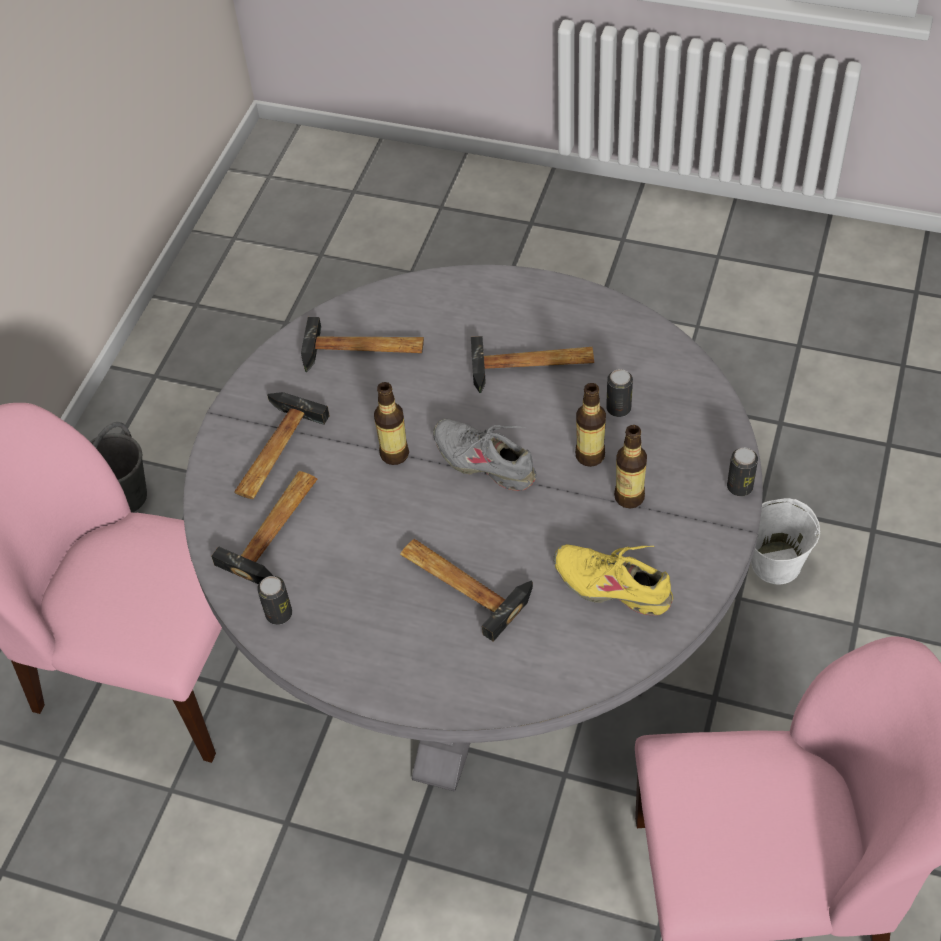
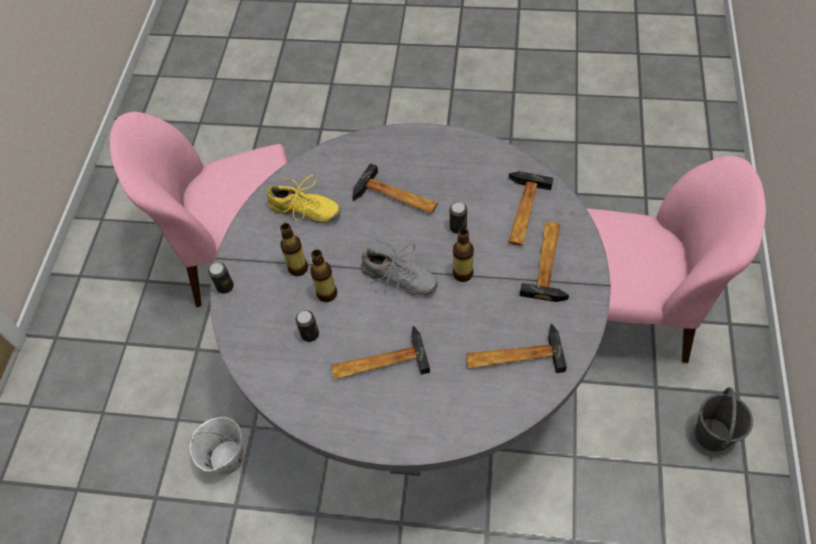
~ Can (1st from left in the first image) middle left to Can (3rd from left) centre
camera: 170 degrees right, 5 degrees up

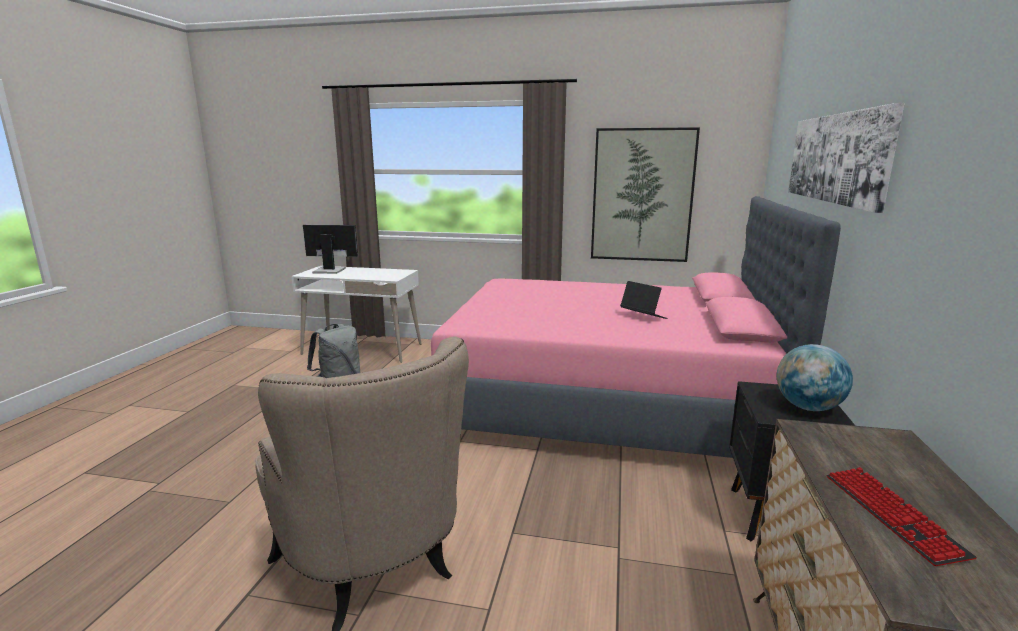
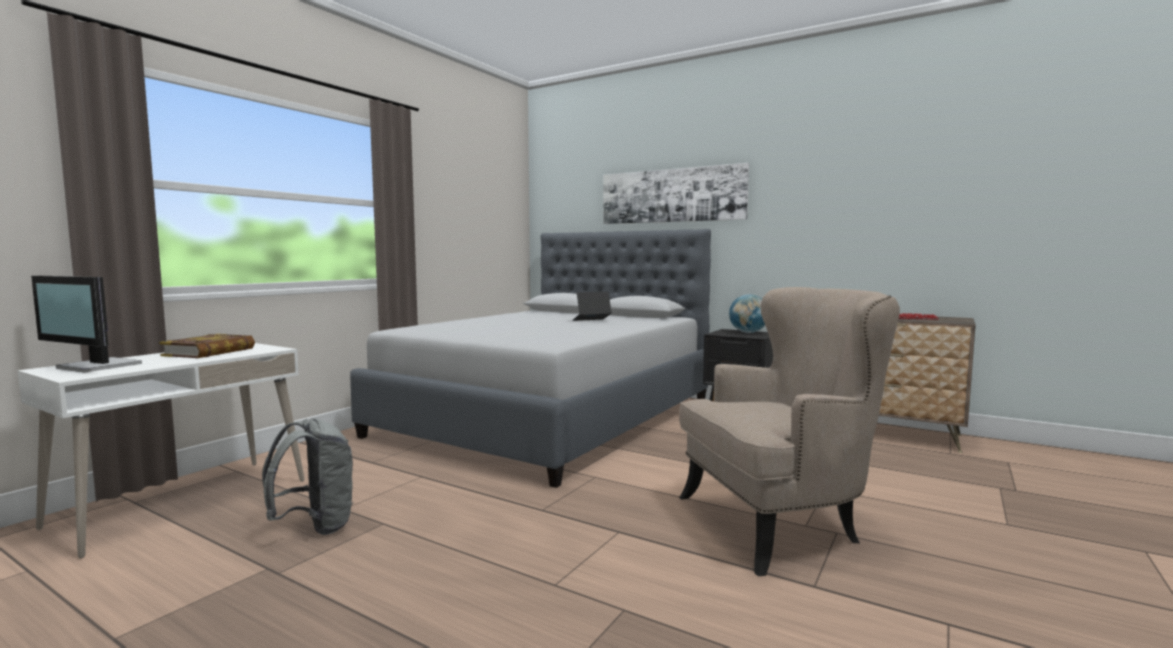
~ Monitor middle left = middle left 90 degrees counterclockwise
~ PinkBed centre to GreyBed centre
- Picture (1st from left) top centre
+ Book middle left
camera: 70 degrees left, 10 degrees down

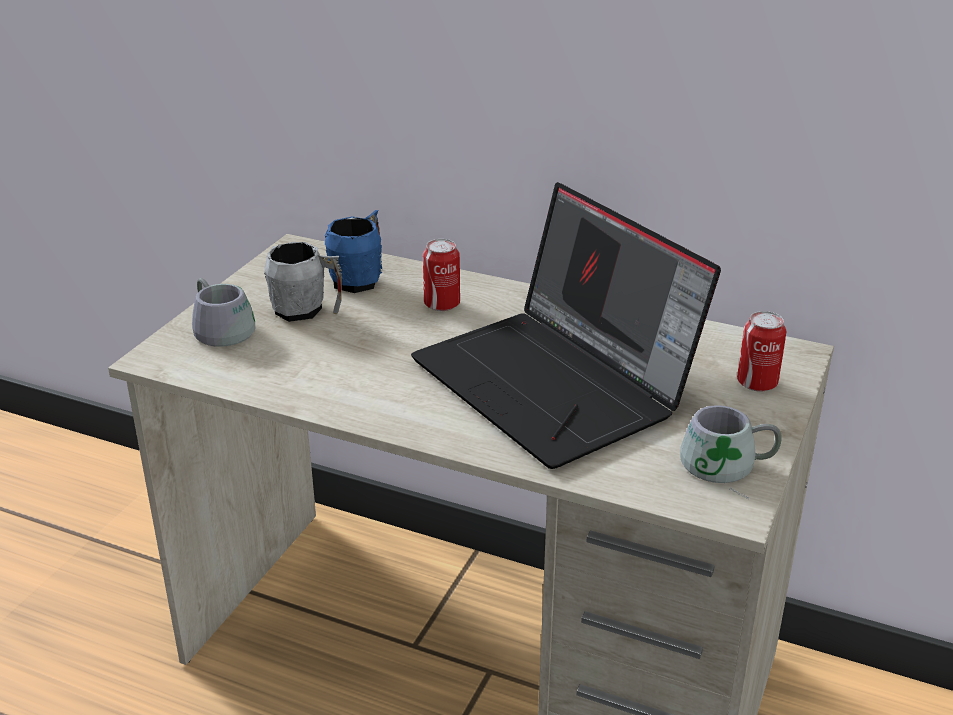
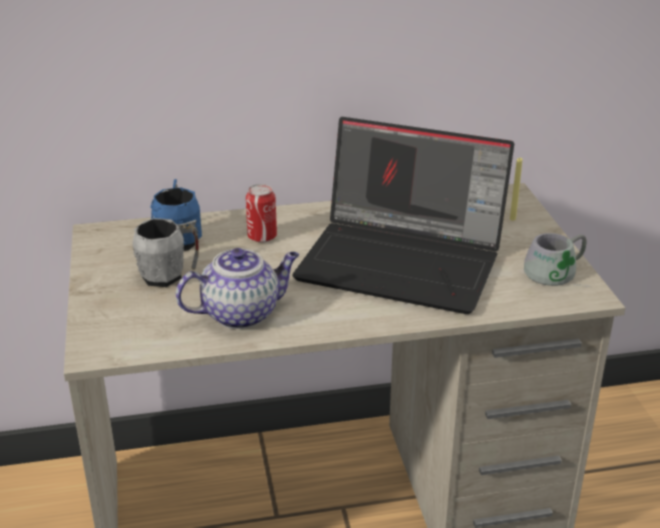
- GreyMug (1st from left) middle left
~ Can (2nd from left) middle right to YellowCandle middle right
+ Teapot centre
camera: 35 degrees left, 0 degrees up

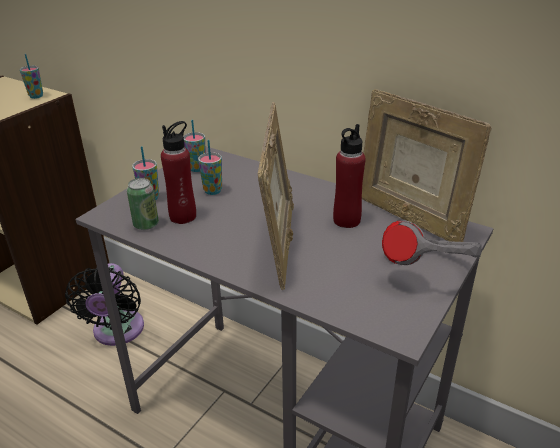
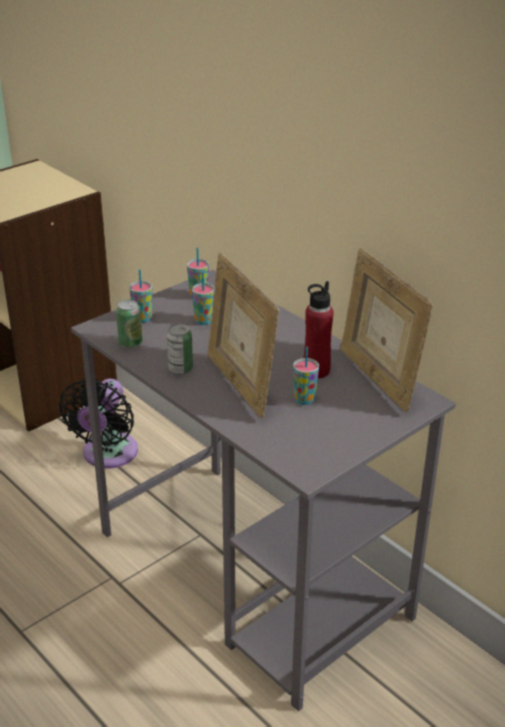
~ Cup (1st from left in the first image) top left to Cup (4th from left) centre
- RedBottle (1st from left) middle left
~ PictureFrame (1st from left) centre = centre 135 degrees clockwise
- GreyHeadphones middle right
+ Can (2nd from left) centre
camera: 15 degrees right, 0 degrees up

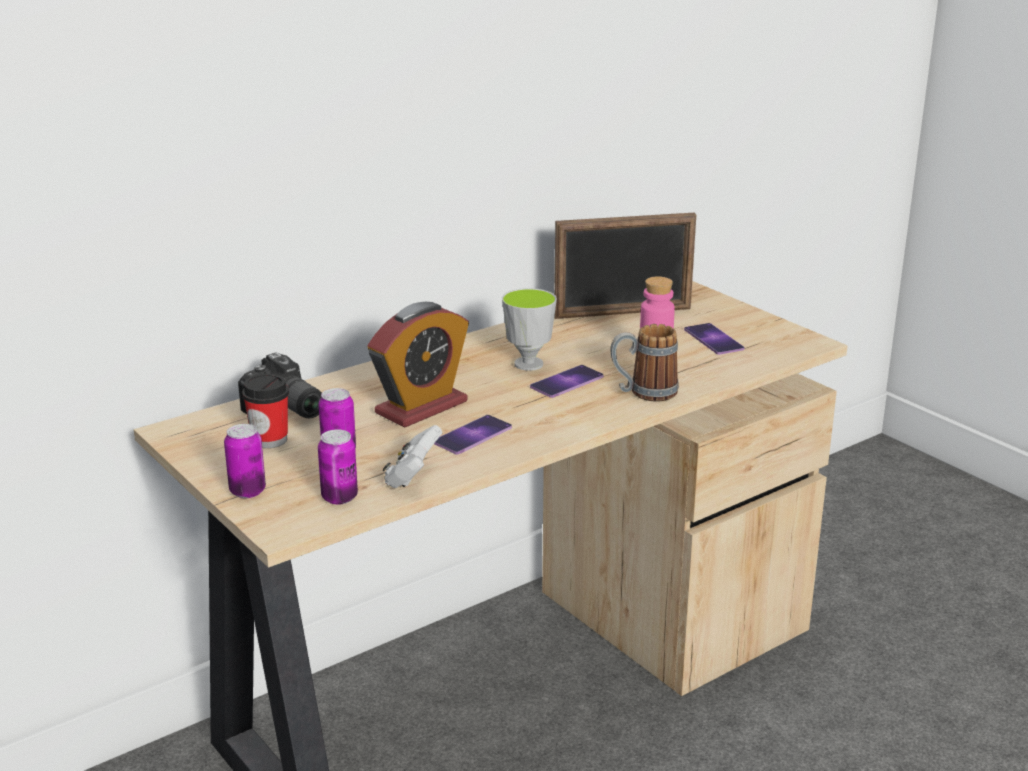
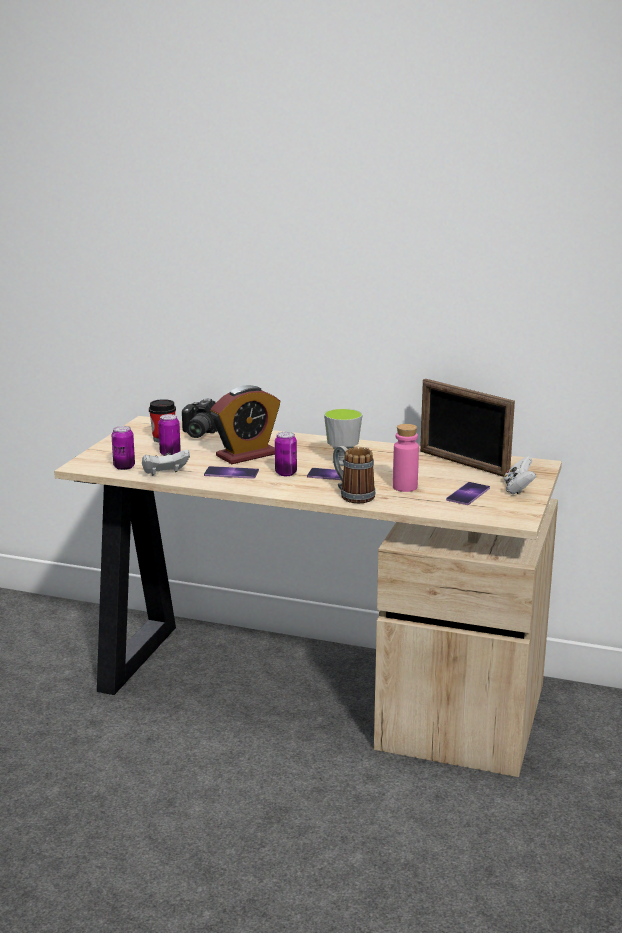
~ Can (1st from left in the first image) middle left to Can (3rd from left) centre
~ AlarmClock centre = centre 45 degrees counterclockwise
+ WhiteGameController (2nd from left) middle right
camera: 55 degrees right, 5 degrees down

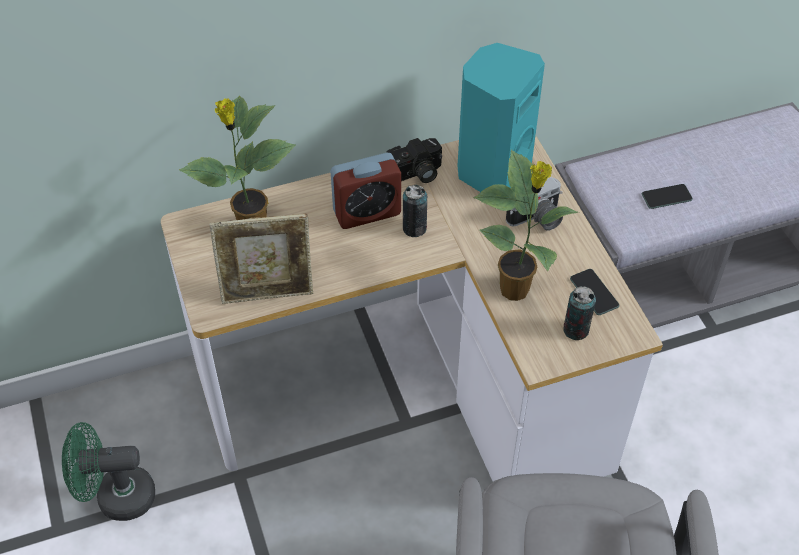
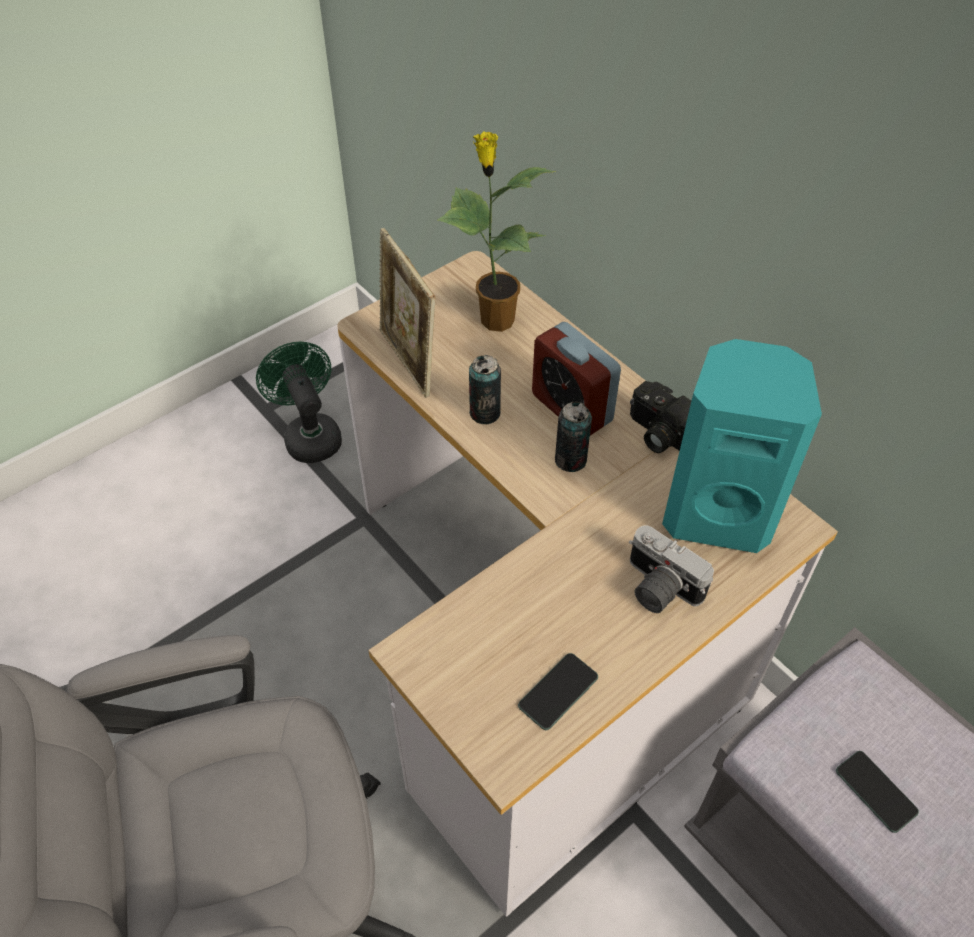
- PottedPlant (2nd from left) centre
~ Can (2nd from left in the first image) middle right to Can (1st from left) centre
camera: 70 degrees right, 0 degrees up

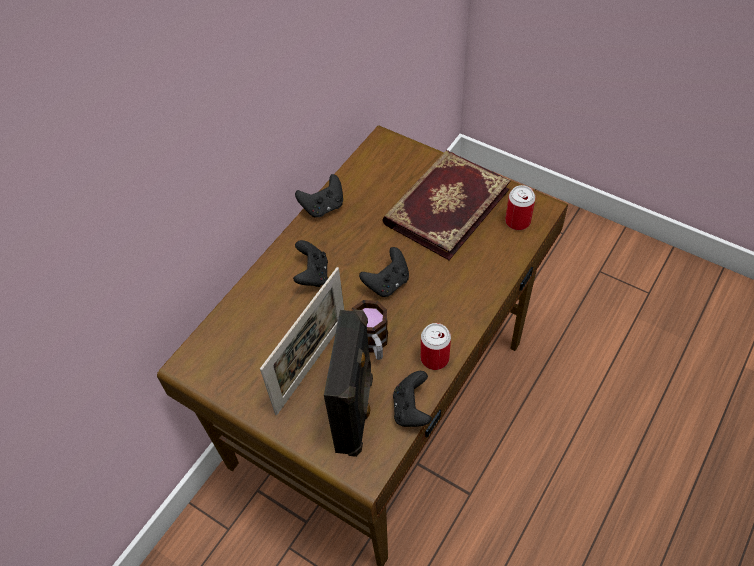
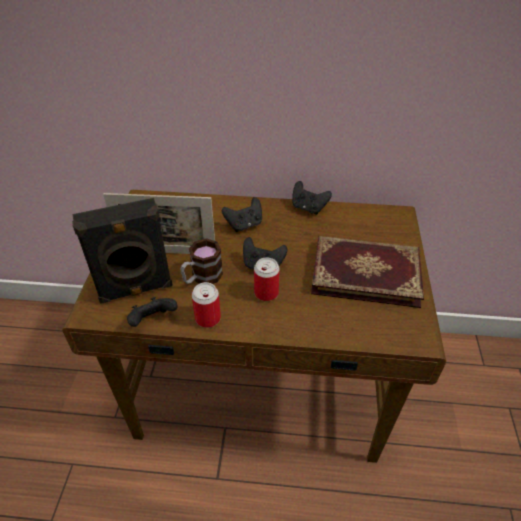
~ Can (2nd from left) middle right to centre
camera: 60 degrees right, 10 degrees down

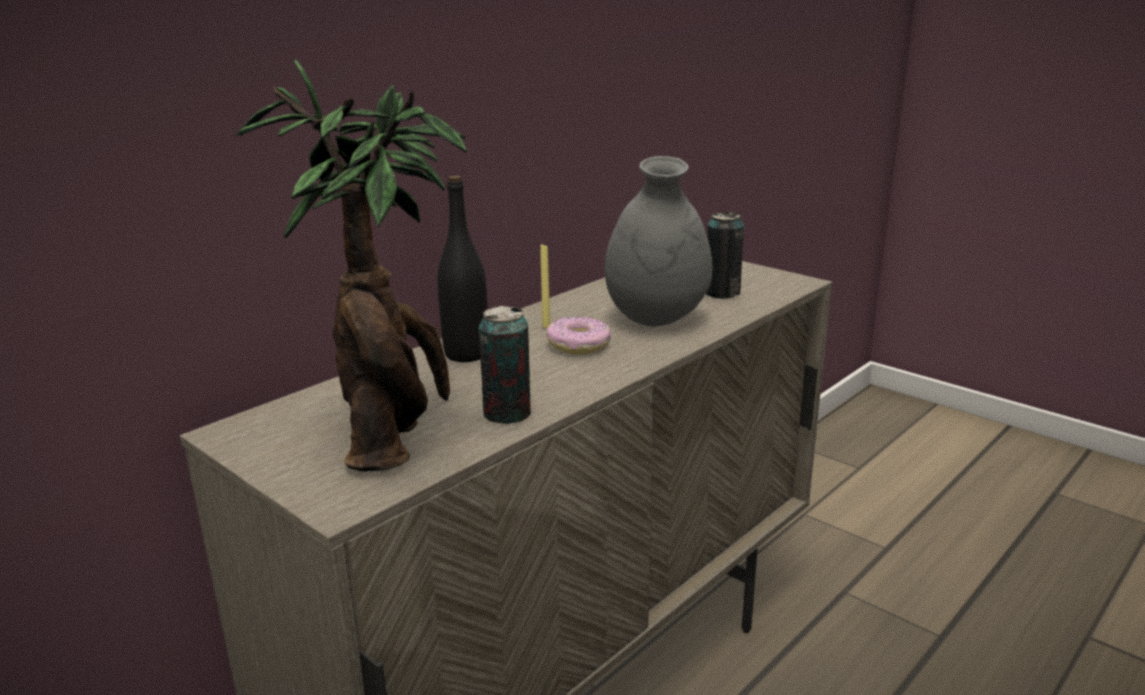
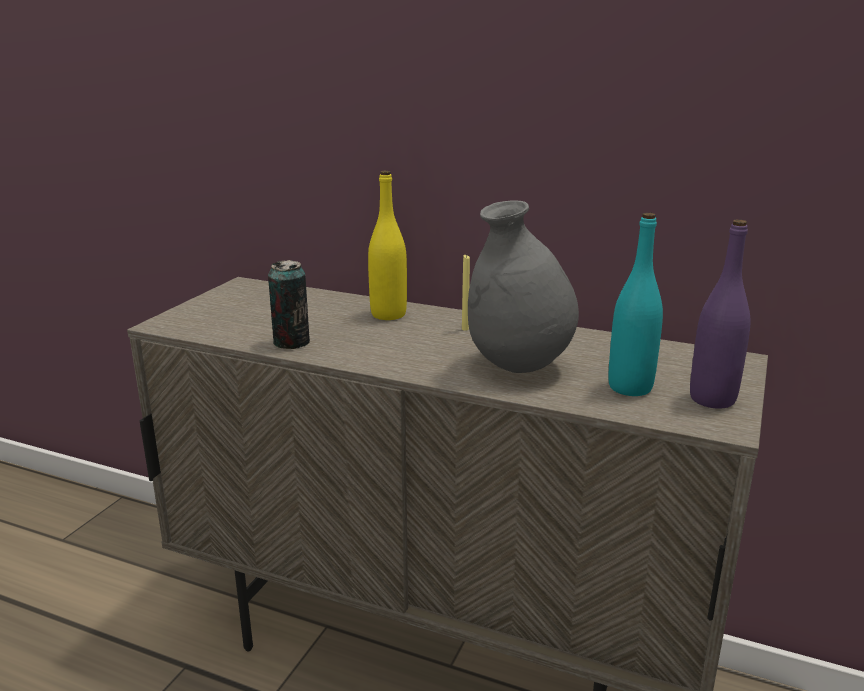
- PottedPlant middle left
~ BlackBottle centre to YellowBottle centre
- Donut centre
~ Can (2nd from left) centre to TurquoiseBottle middle right
+ PurpleBottle middle right
camera: 70 degrees right, 0 degrees up

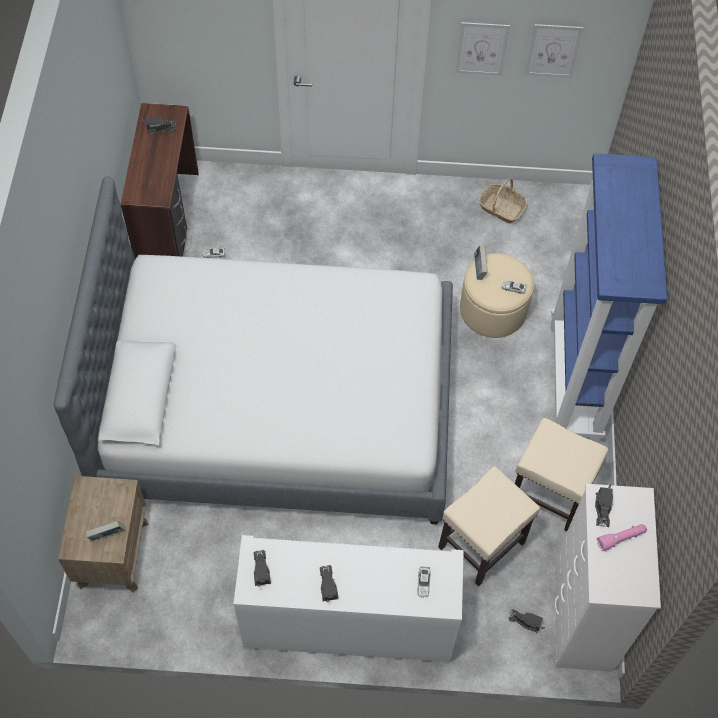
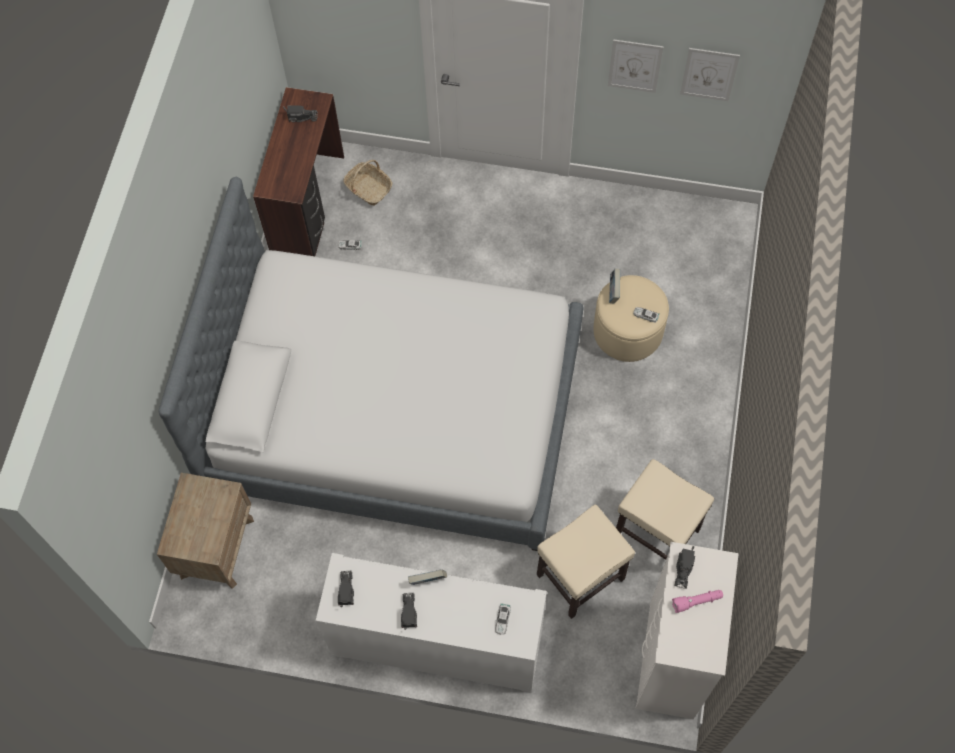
~ Book (1st from left) bottom left to bottom centre
~ Basket top right to top centre
- ToyTruck (4th from left) bottom right
- BlueBookcase middle right
camera: 10 degrees right, 5 degrees up

